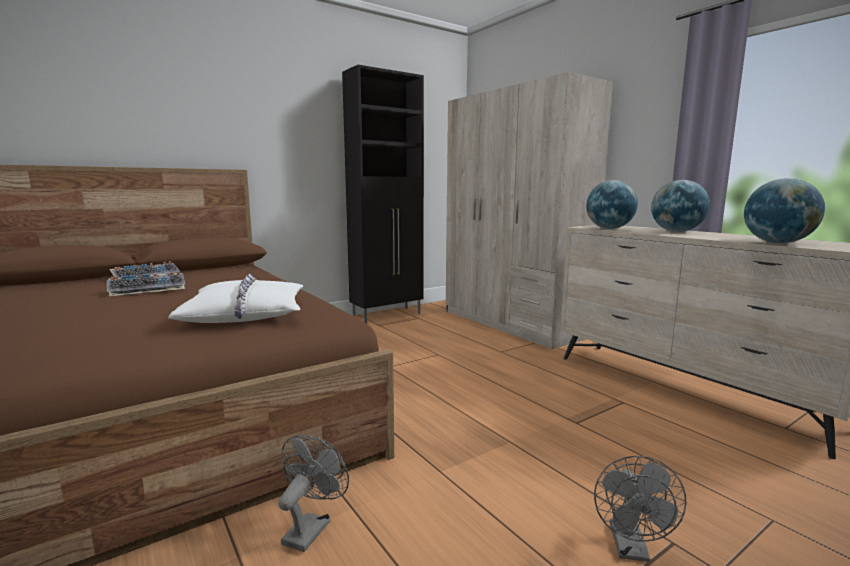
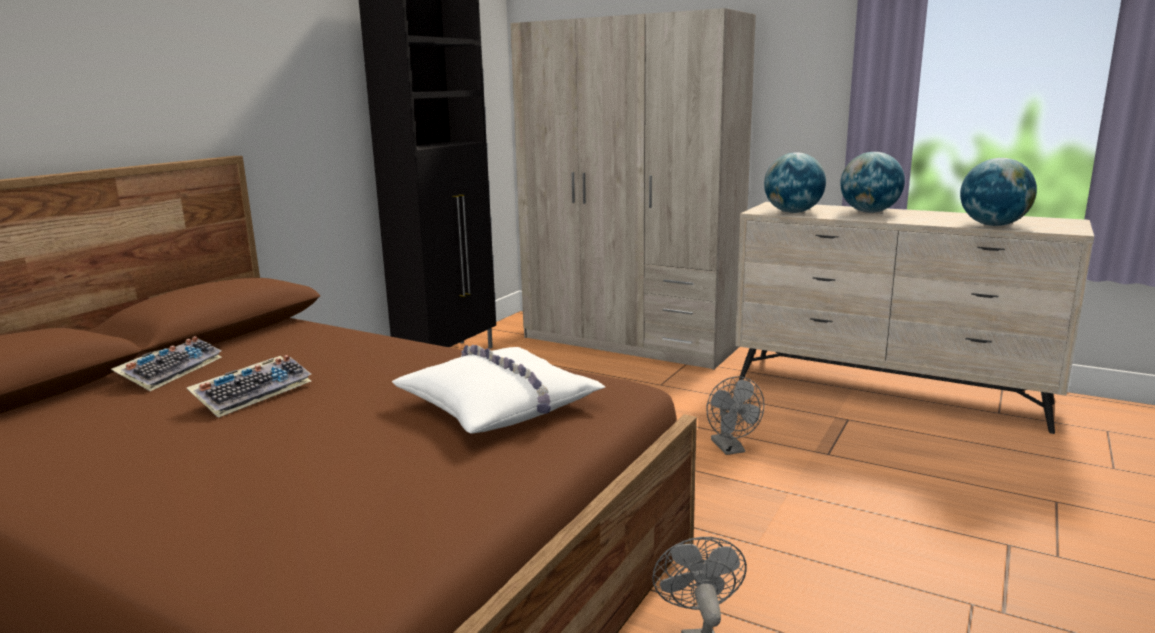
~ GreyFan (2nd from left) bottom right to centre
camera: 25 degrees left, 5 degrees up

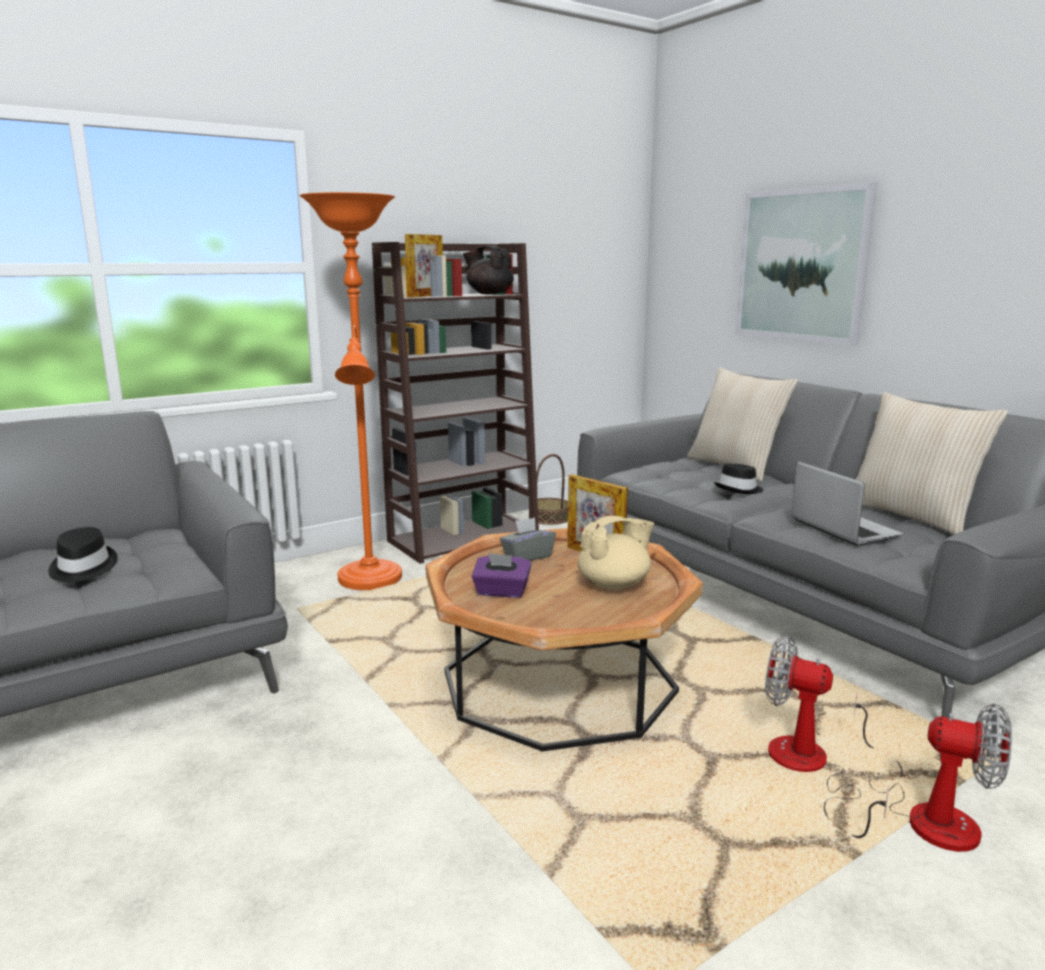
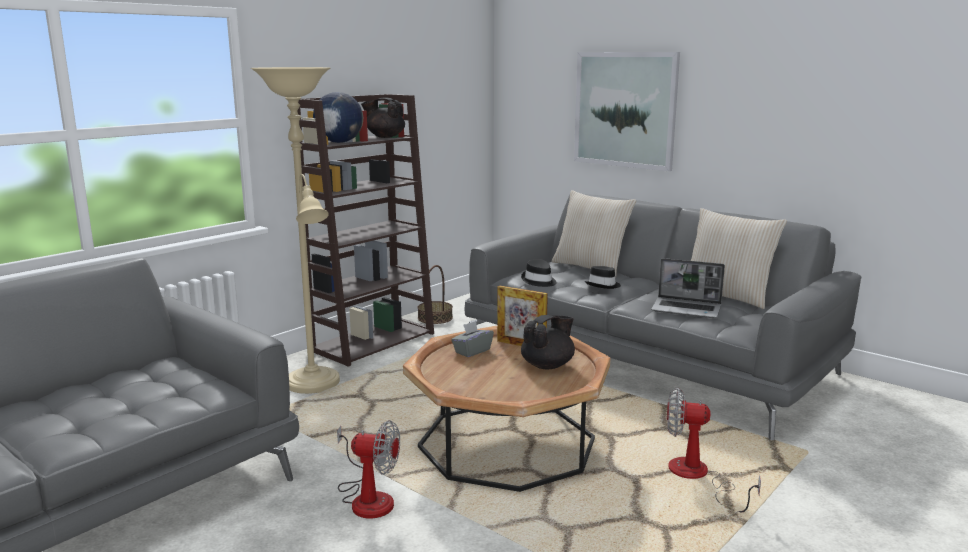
~ BlackHat (1st from left) middle left to centre
~ OrangeFloorLamp centre to BeigeFloorLamp middle left
~ PictureFrame (1st from left) top centre to Globe top centre
- PurpleTissueBox centre
~ BeigeTeapot centre to BlackTeapot (2nd from left) centre
~ Laptop middle right = middle right 150 degrees clockwise
~ Fan (2nd from left in the first image) bottom right to Fan (1st from left) bottom centre
camera: 15 degrees left, 0 degrees up

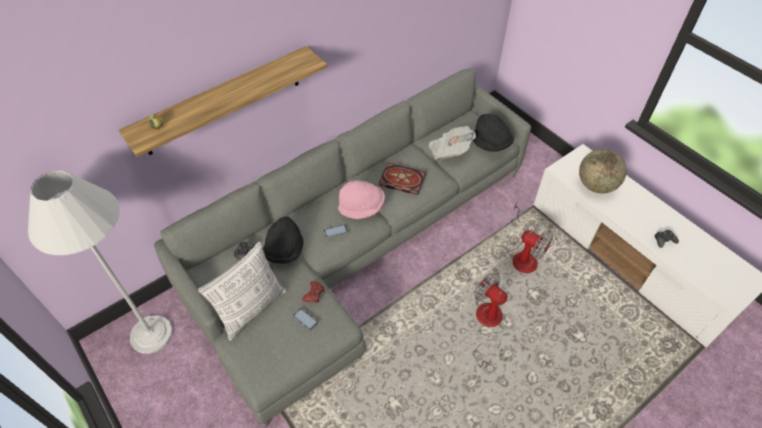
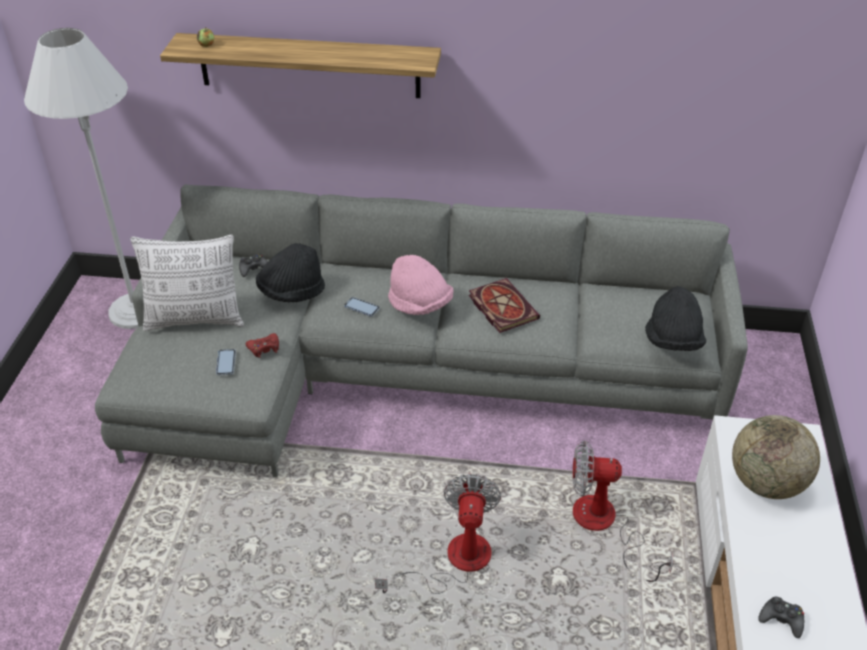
- Newspaper centre
~ Fan (2nd from left) middle right = bottom right 105 degrees clockwise
camera: 45 degrees right, 10 degrees down

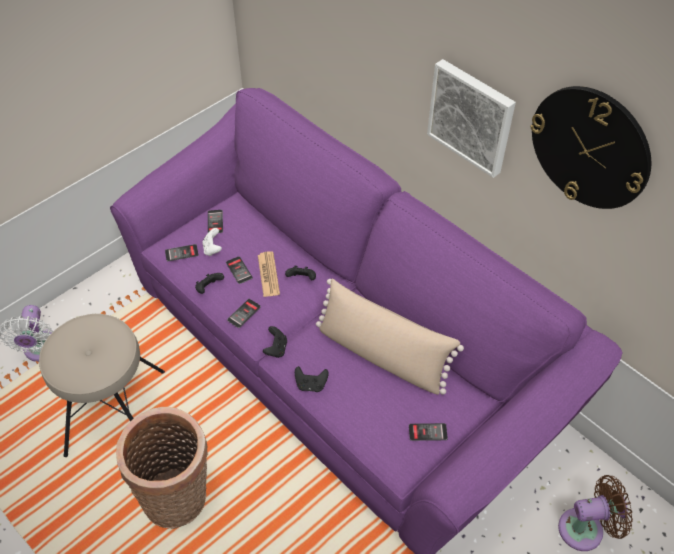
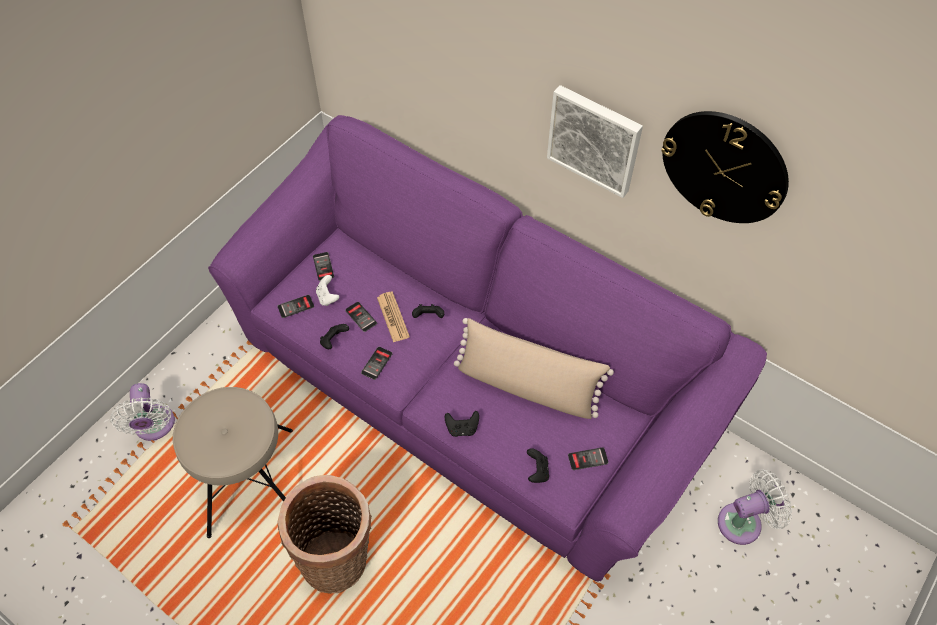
~ BlackGameController (2nd from left in the first image) centre to BlackGameController (4th from left) bottom centre
~ BrownFan bottom right to WhiteFan (2nd from left) bottom right
camera: 10 degrees left, 5 degrees up

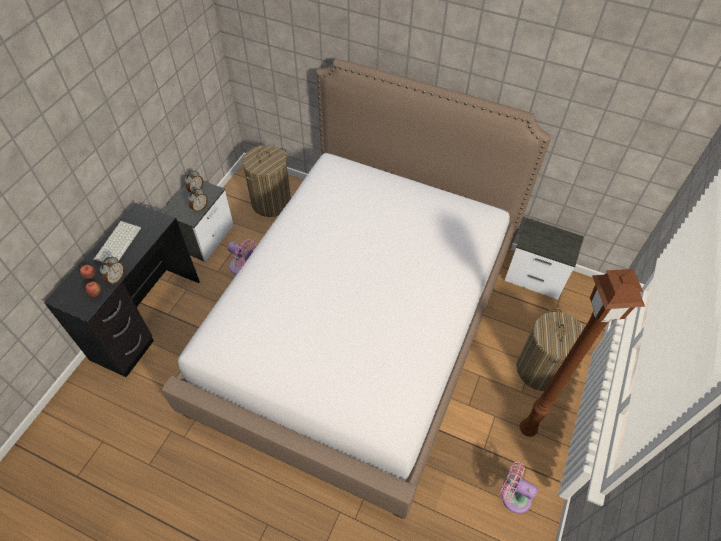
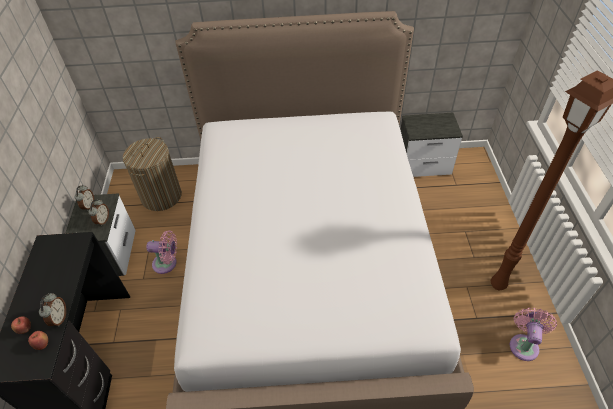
- Keyboard middle left
~ PinkFan (2nd from left) bottom right = bottom right 105 degrees clockwise
- LaundryBasket (2nd from left) middle right
camera: 25 degrees left, 5 degrees down

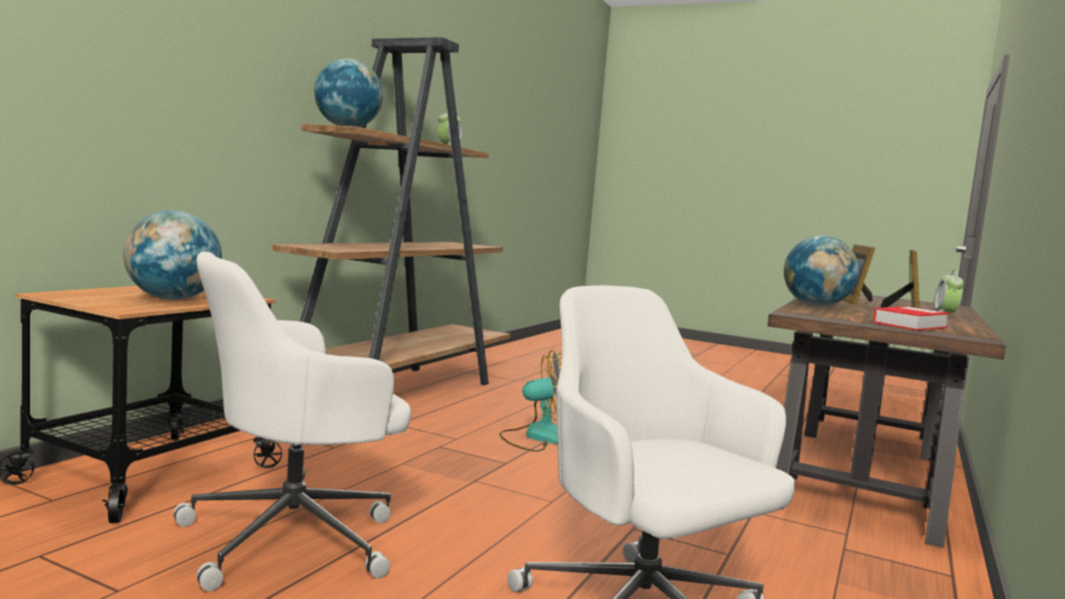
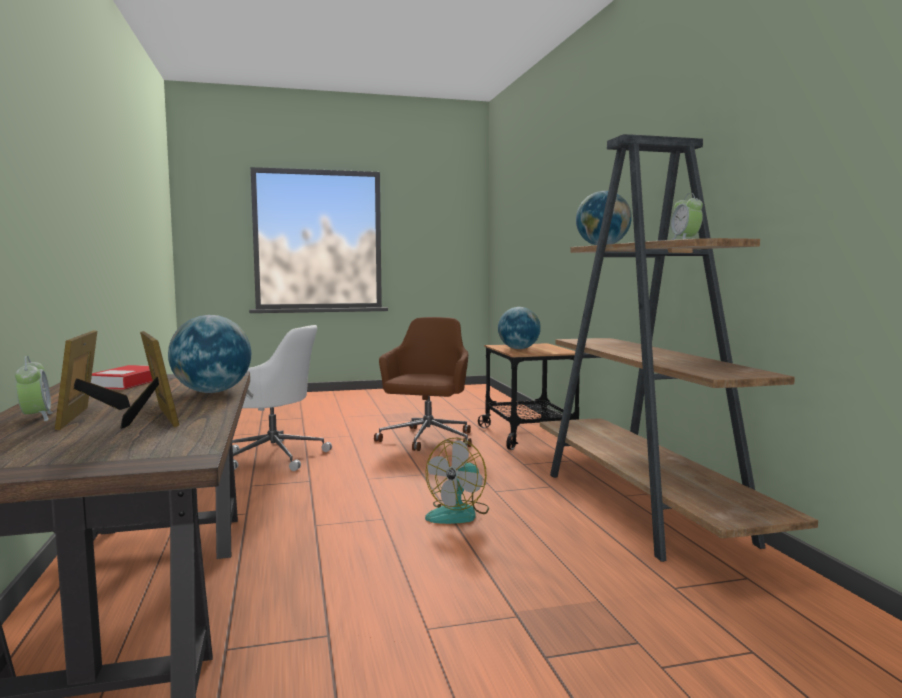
~ WhiteOfficeChair (1st from left) bottom left to BrownOfficeChair centre
camera: 140 degrees right, 0 degrees up

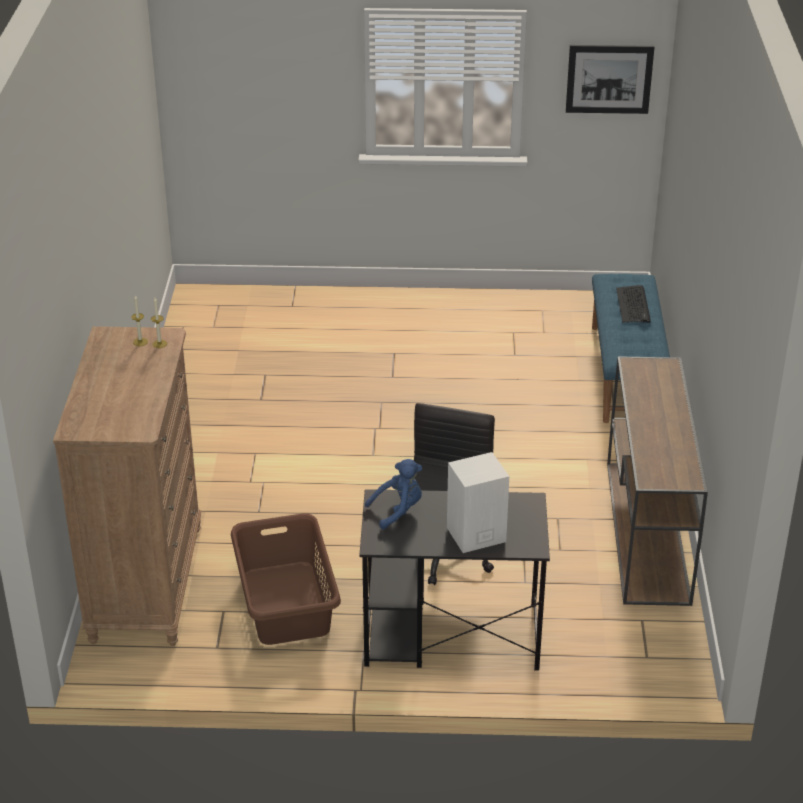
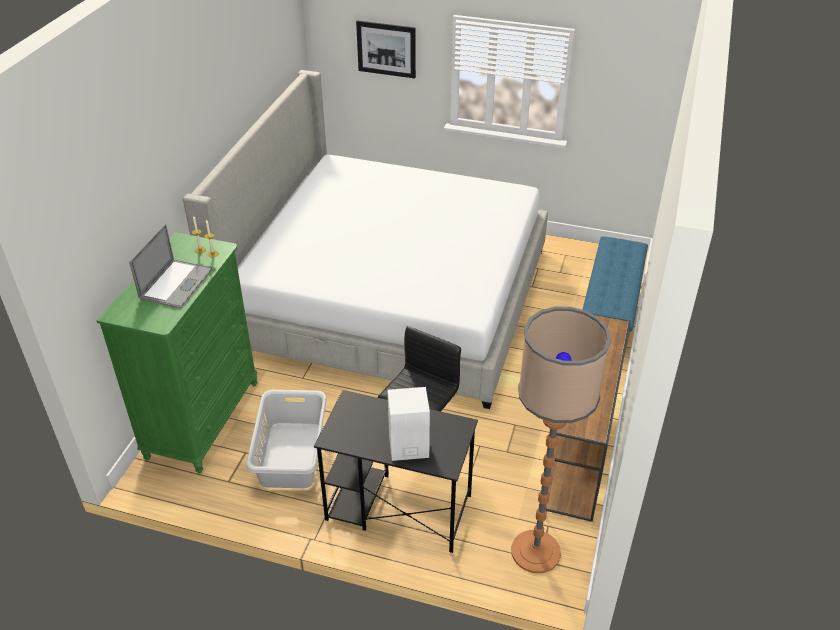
~ BrownDresser middle left to GreenDresser middle left
~ BrownLaundryBasket bottom centre to GreyLaundryBasket bottom centre
- BluePlushToy centre
~ Picture top right to top centre
- Keyboard middle right
+ Laptop middle left
+ Bed centre
+ FloorLamp bottom right
camera: 15 degrees right, 5 degrees up

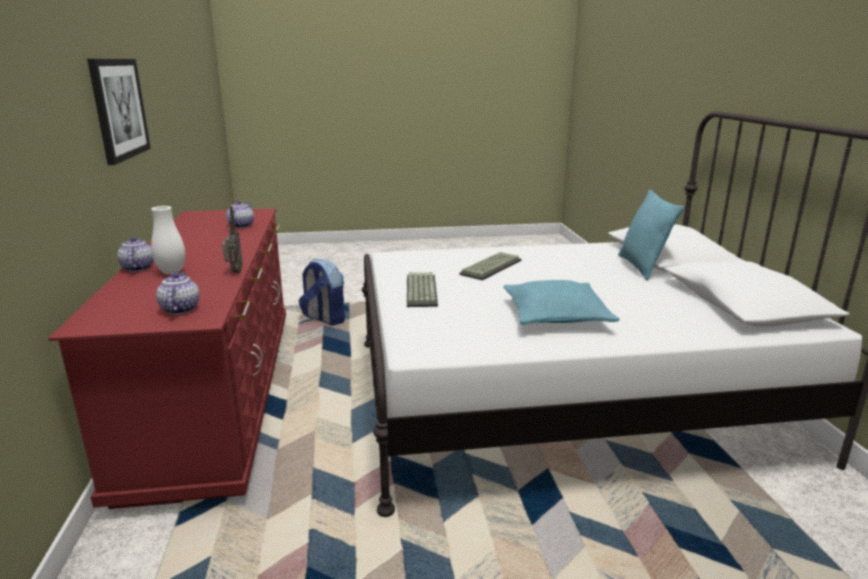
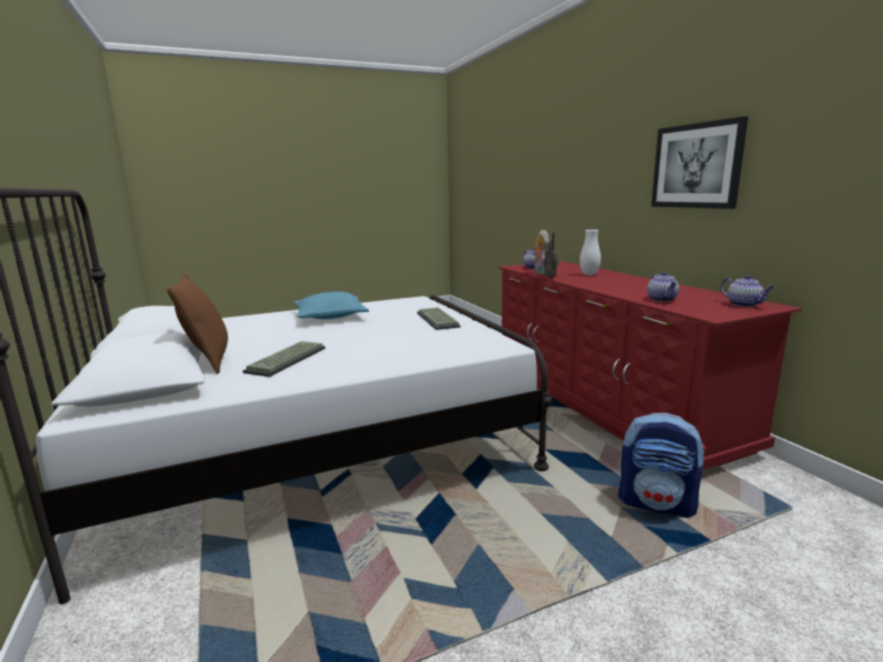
~ Teapot (1st from left in the first image) middle left to Teapot (3rd from left) middle right
~ Keyboard (2nd from left in the first image) centre to Keyboard (1st from left) middle left
~ TurquoisePillow (2nd from left) middle right to BrownPillow middle left
+ PlushToy centre
camera: 165 degrees right, 5 degrees down

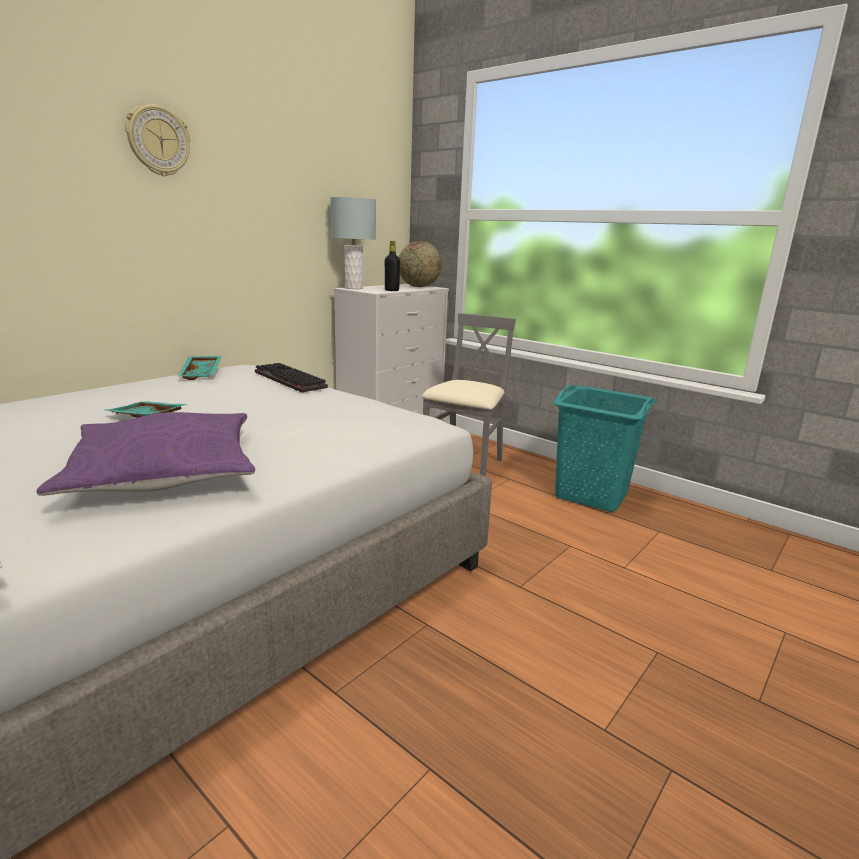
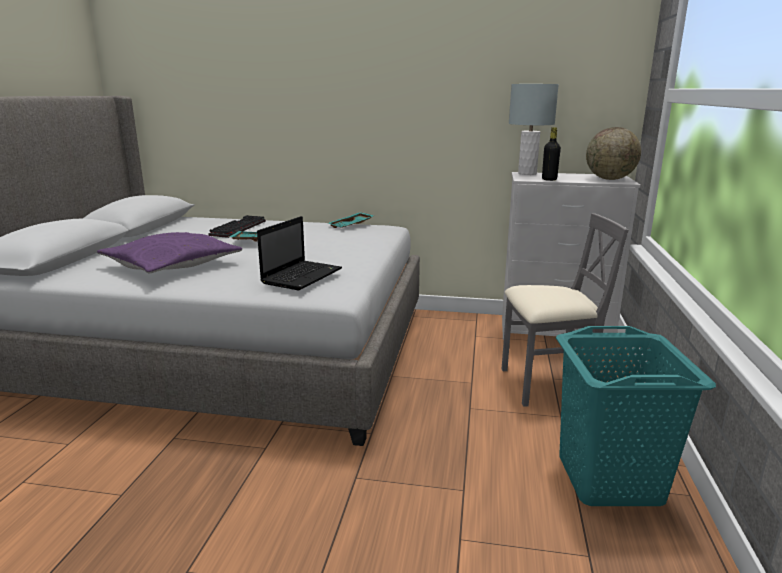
- WallClock top left
~ Keyboard centre to middle left
+ Laptop centre
camera: 60 degrees right, 0 degrees up

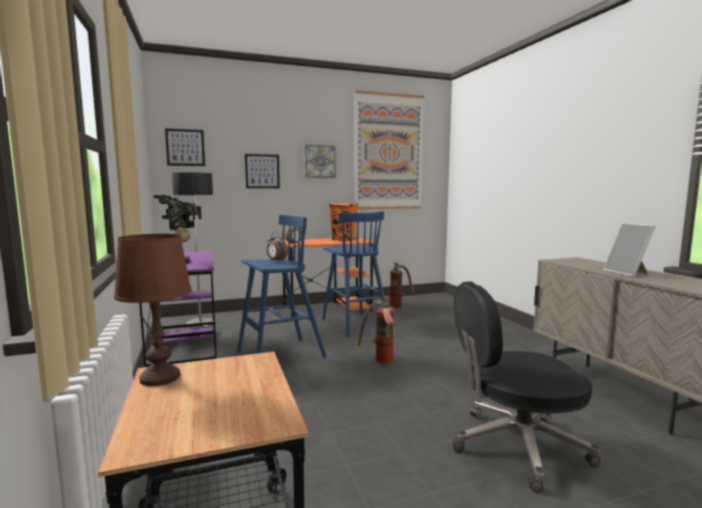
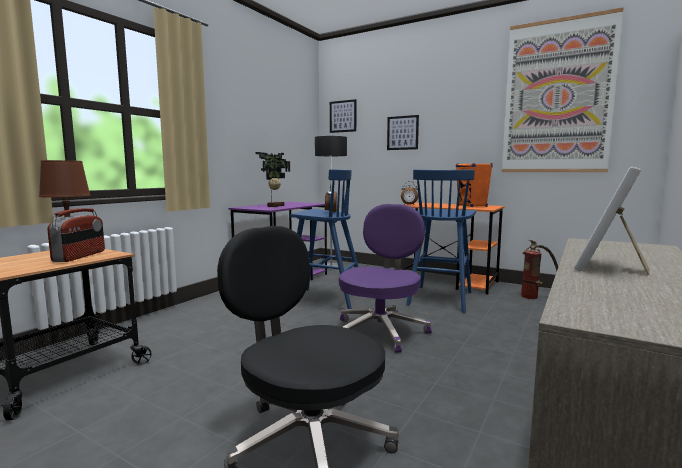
- Picture (3rd from left) top centre
~ FireExtinguisher (1st from left) centre to PurpleOfficeChair centre
+ Radio middle left
camera: 50 degrees right, 0 degrees up

